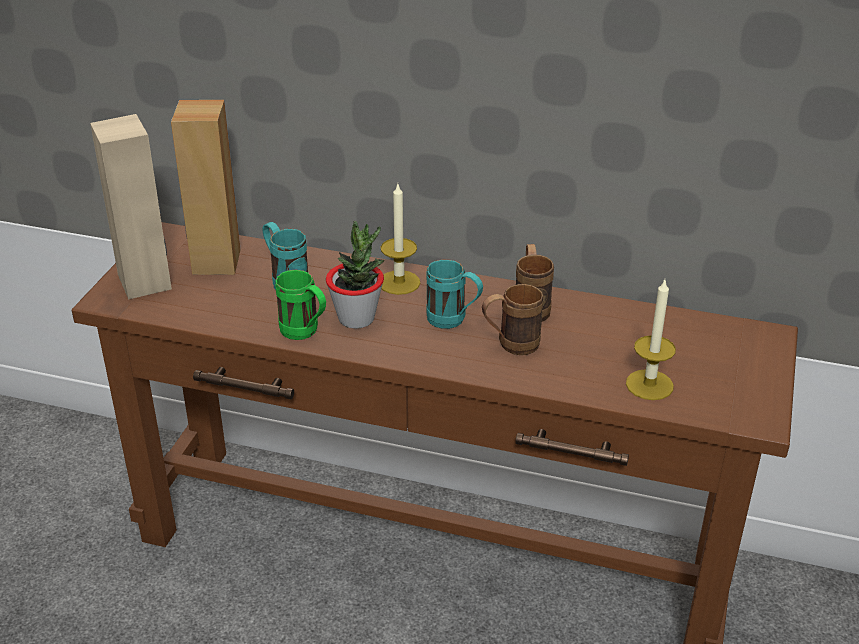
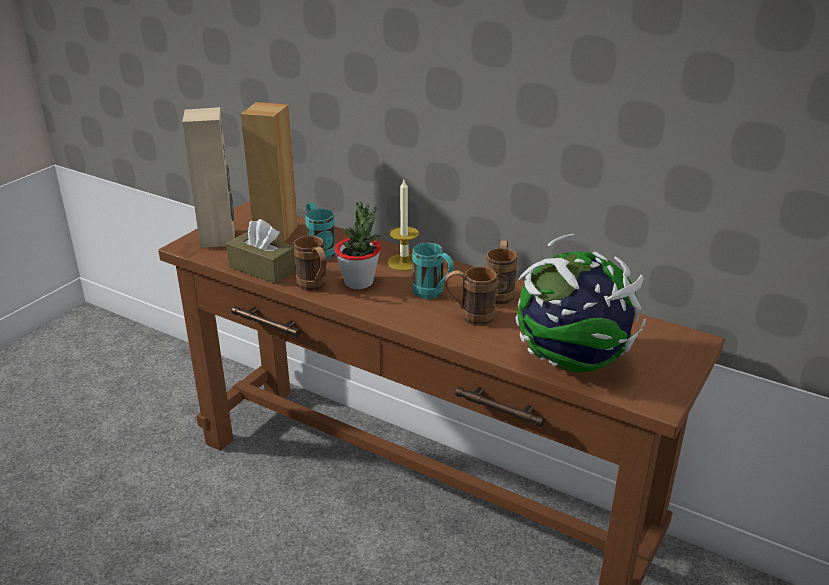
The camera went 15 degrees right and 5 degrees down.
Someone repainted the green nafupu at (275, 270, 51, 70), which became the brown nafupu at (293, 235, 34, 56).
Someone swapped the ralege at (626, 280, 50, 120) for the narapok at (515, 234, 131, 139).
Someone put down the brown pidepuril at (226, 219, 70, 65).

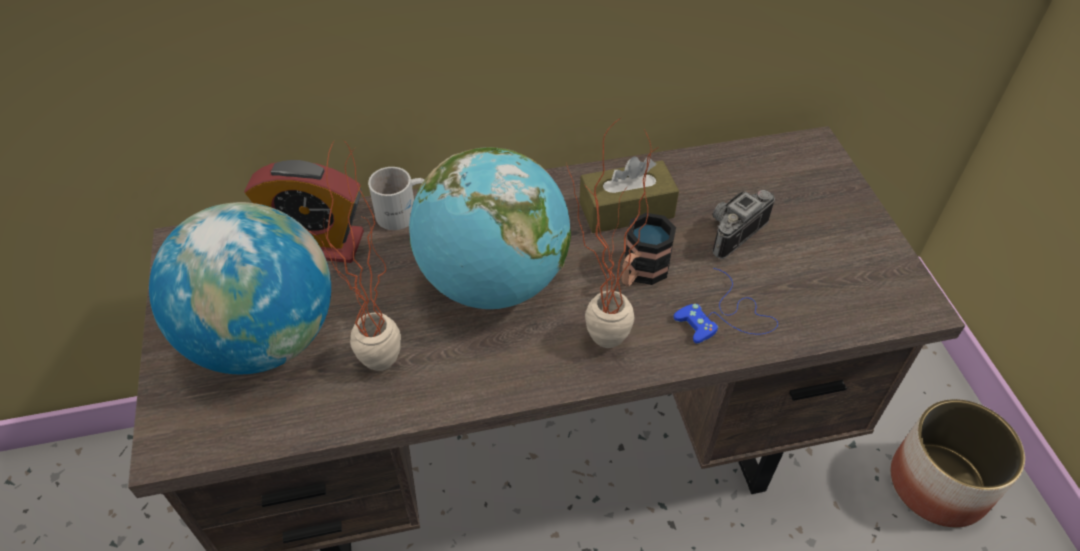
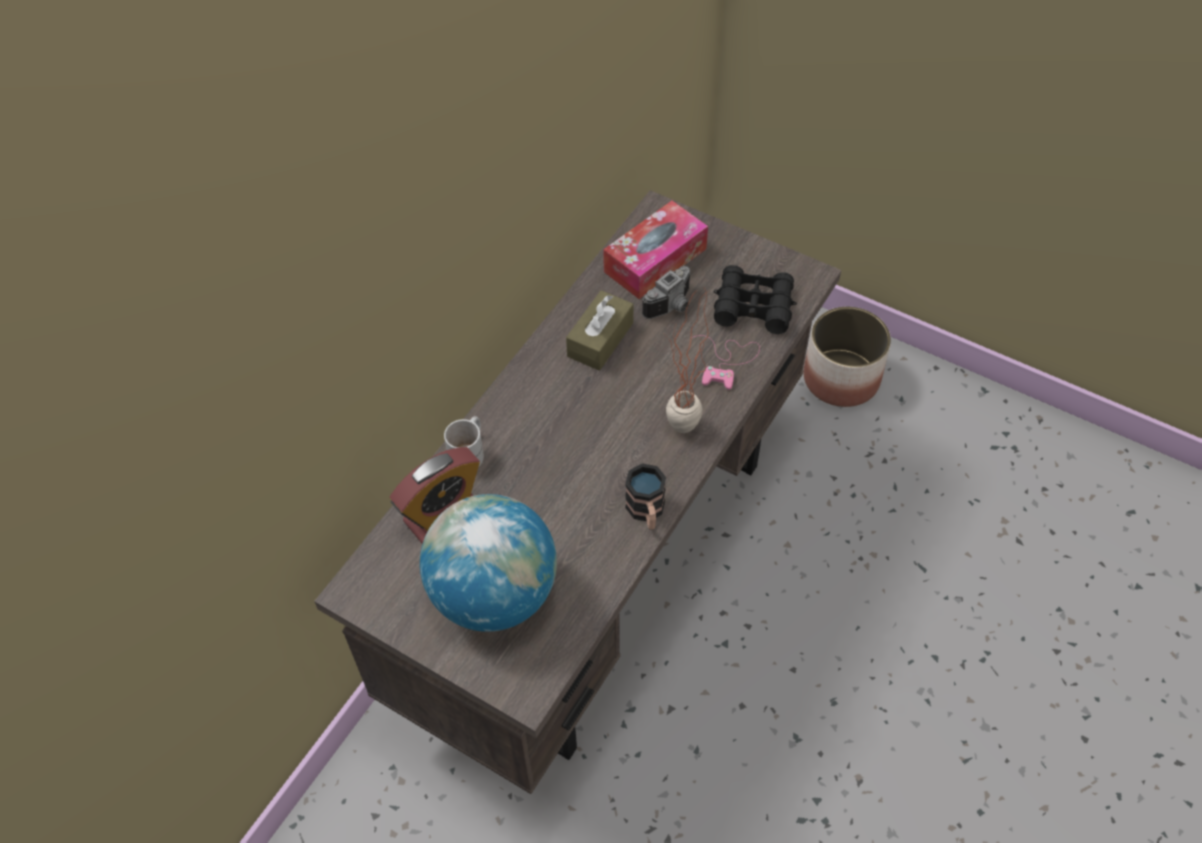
The camera went 45 degrees left and 5 degrees up.
Someone took away the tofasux at (305, 140, 96, 231).
Someone took away the narapok at (409, 147, 162, 162).
Someone rotated the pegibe at (713, 190, 62, 69) by 135 degrees counterclockwise.
Someone carried the nafupu from (622, 213, 54, 74) to (625, 463, 41, 67).
Someone repainted the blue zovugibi at (674, 268, 104, 76), which became the pink zovugibi at (692, 335, 68, 55).
Someone put down the pidepuril at (603, 201, 105, 98).
Someone put down the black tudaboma at (714, 265, 83, 69).

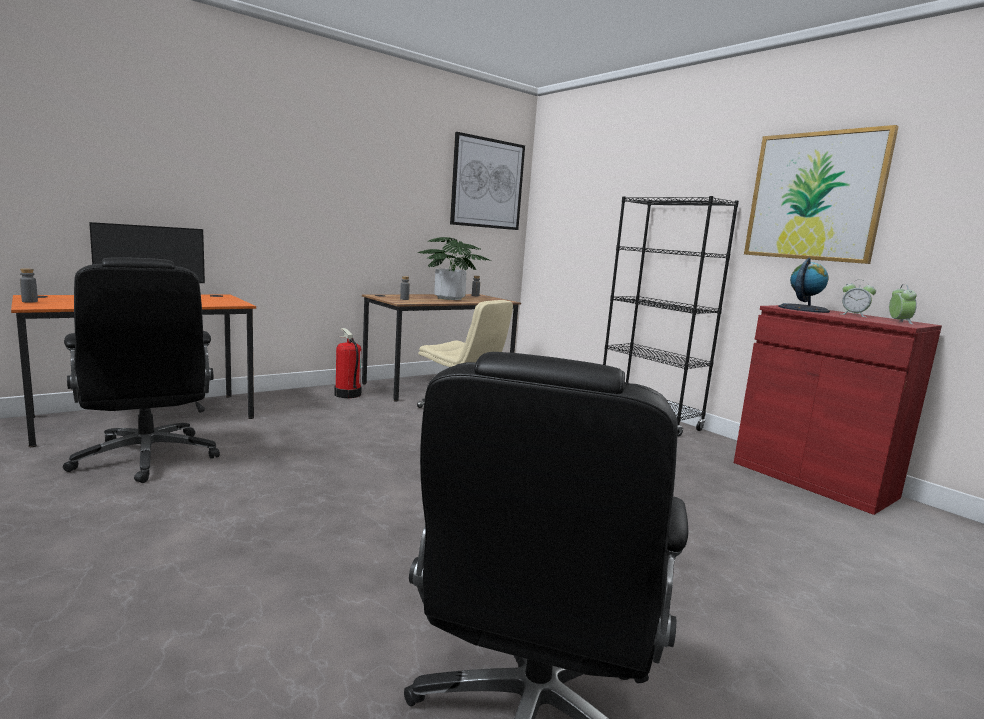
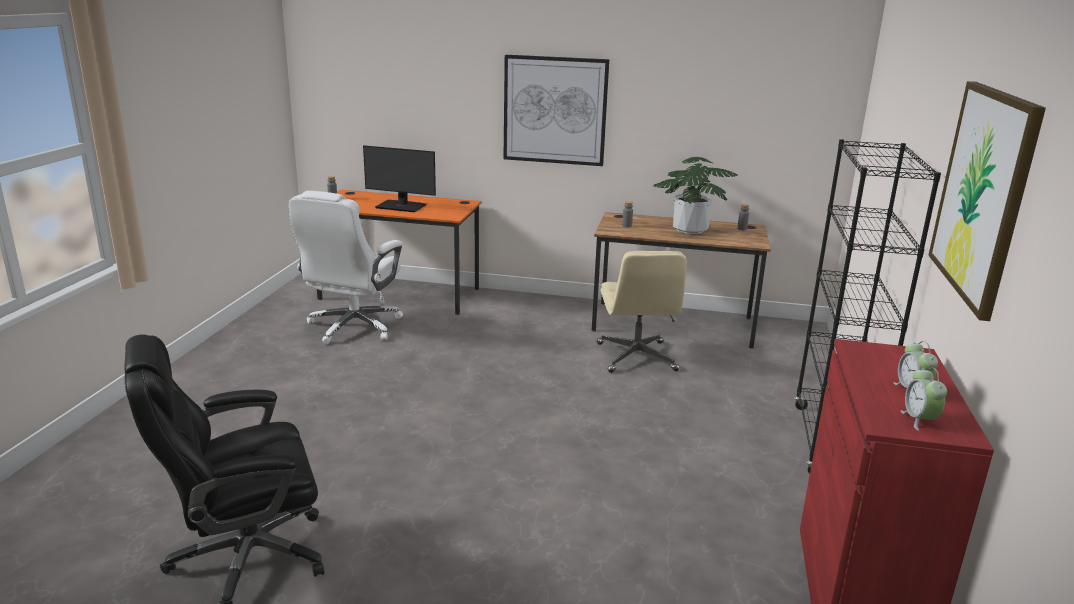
The camera went 50 degrees right and 10 degrees up.
Someone carried the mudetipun from (450, 132, 75, 98) to (504, 55, 105, 111).
Someone repainted the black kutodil at (63, 257, 157, 226), which became the white kutodil at (289, 191, 114, 153).
Someone took away the narapok at (778, 258, 52, 55).
Someone rotated the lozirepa at (889, 284, 28, 40) by 120 degrees clockwise.
Someone took away the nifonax at (334, 328, 28, 70).

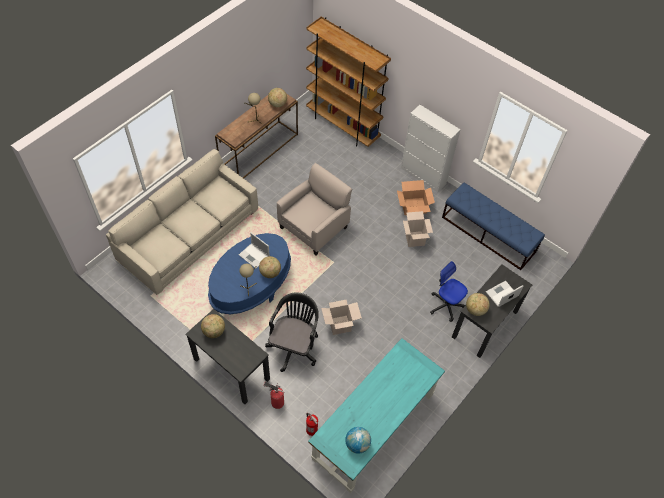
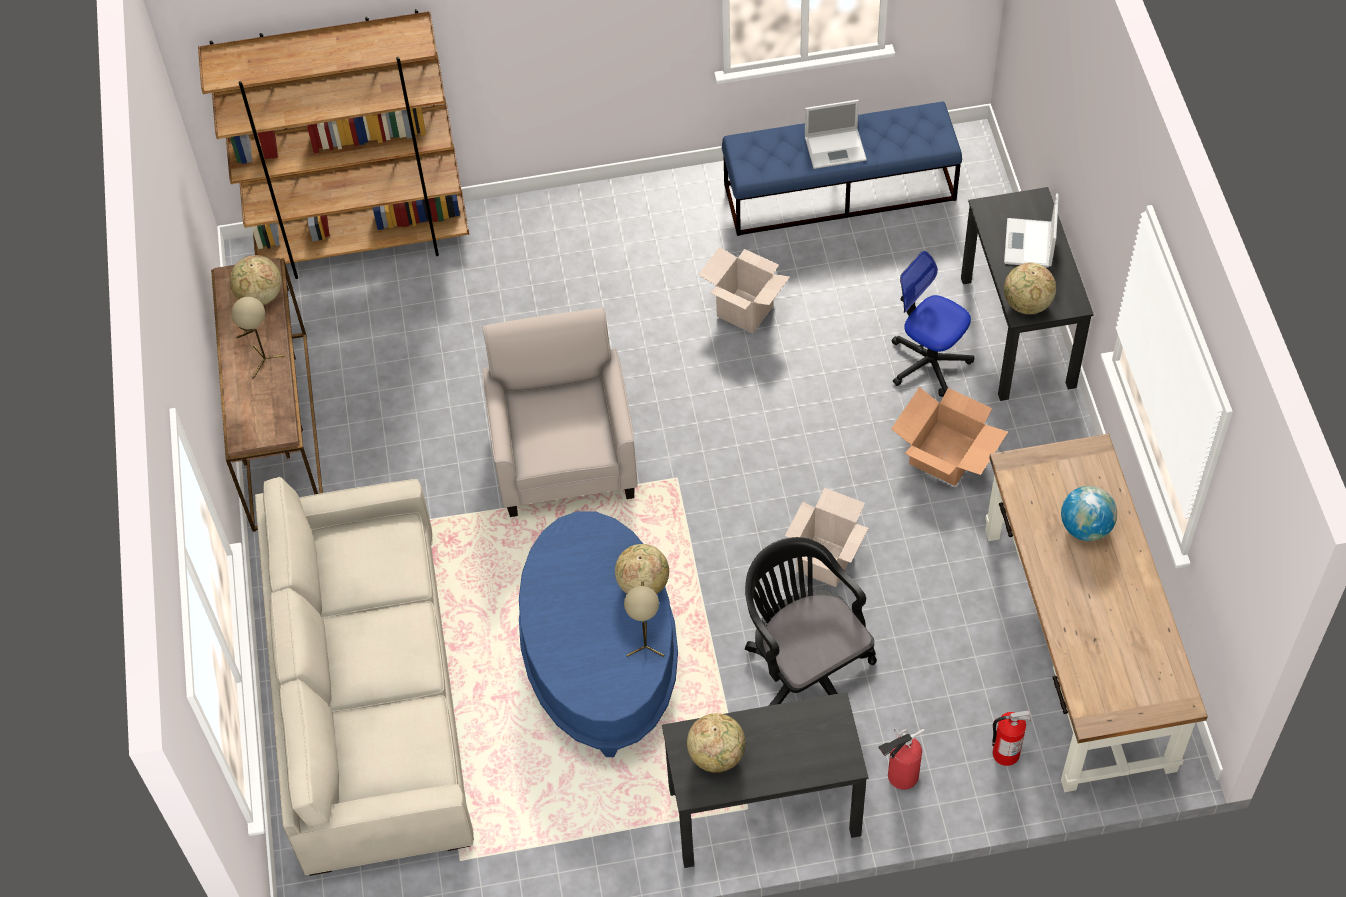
The camera went 45 degrees left and 0 degrees up.
Someone took away the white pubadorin at (401, 105, 60, 87).
Someone carried the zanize from (397, 180, 38, 35) to (891, 387, 117, 99).
Someone carried the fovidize from (239, 232, 31, 37) to (805, 100, 62, 69).
Someone rotated the kutodil at (430, 261, 38, 61) by 45 degrees clockwise.
Someone repainted the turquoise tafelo at (308, 338, 137, 155), which became the brown tafelo at (985, 434, 223, 358).
Someone carried the narapok from (345, 427, 26, 27) to (1061, 486, 56, 55).

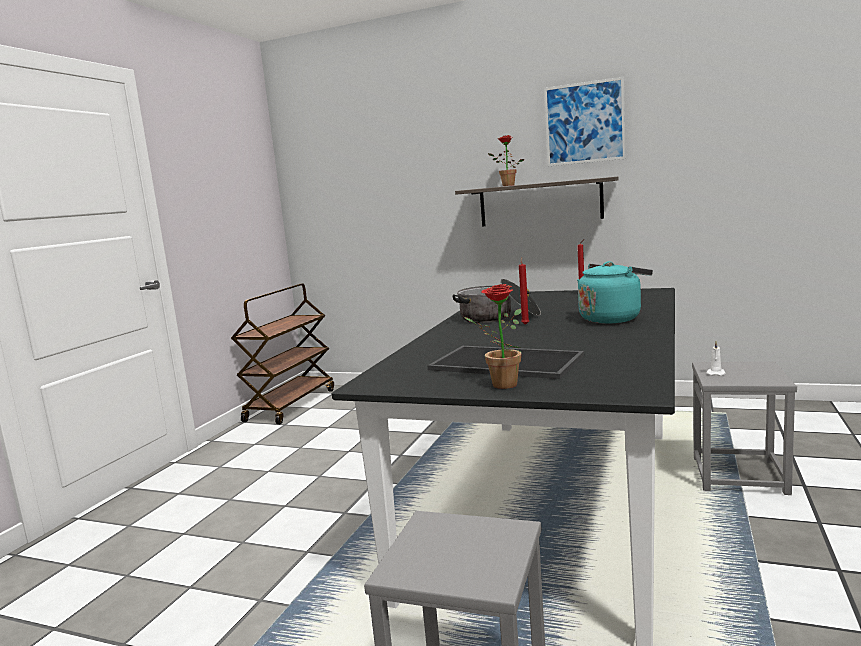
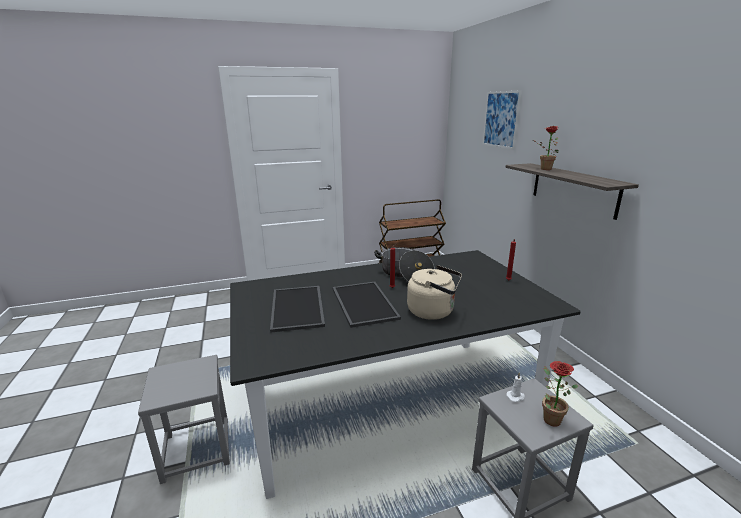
The camera went 50 degrees right and 10 degrees up.
Someone carried the mudetipun from (544, 77, 82, 89) to (483, 90, 39, 59).
Someone repainted the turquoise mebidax at (577, 261, 76, 63), which became the beige mebidax at (407, 265, 55, 55).
Someone carried the tofasux from (464, 284, 58, 105) to (542, 361, 36, 66).
Someone put down the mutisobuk at (332, 282, 69, 46).

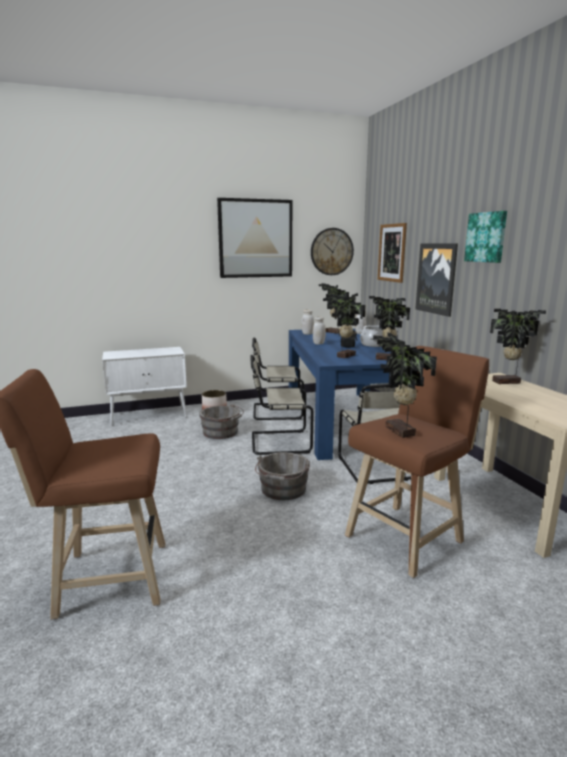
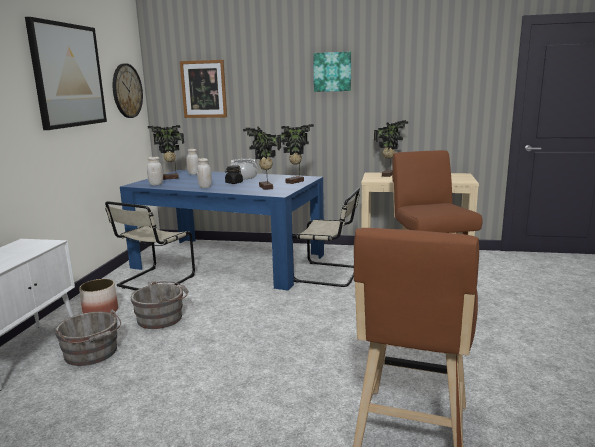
The camera went 60 degrees left and 0 degrees up.
Someone took away the mudetipun at (415, 243, 43, 74).
Someone took away the tofasux at (373, 333, 64, 105).
Someone took away the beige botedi at (250, 355, 64, 100).
Someone carried the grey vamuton from (255, 452, 55, 48) to (55, 310, 66, 56).

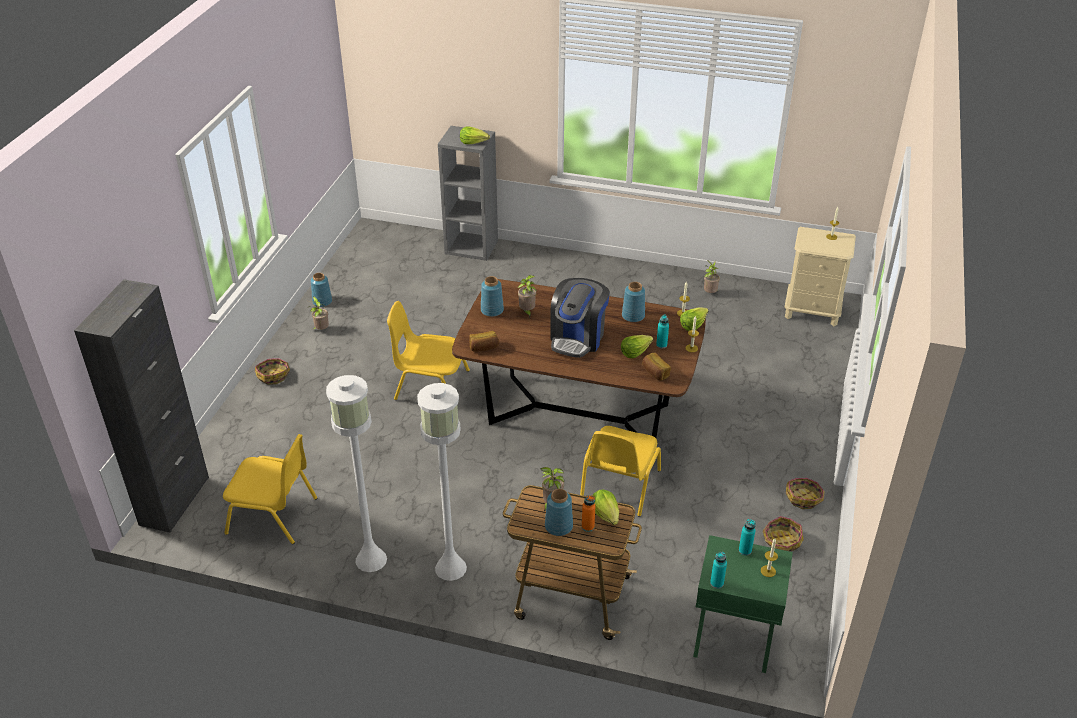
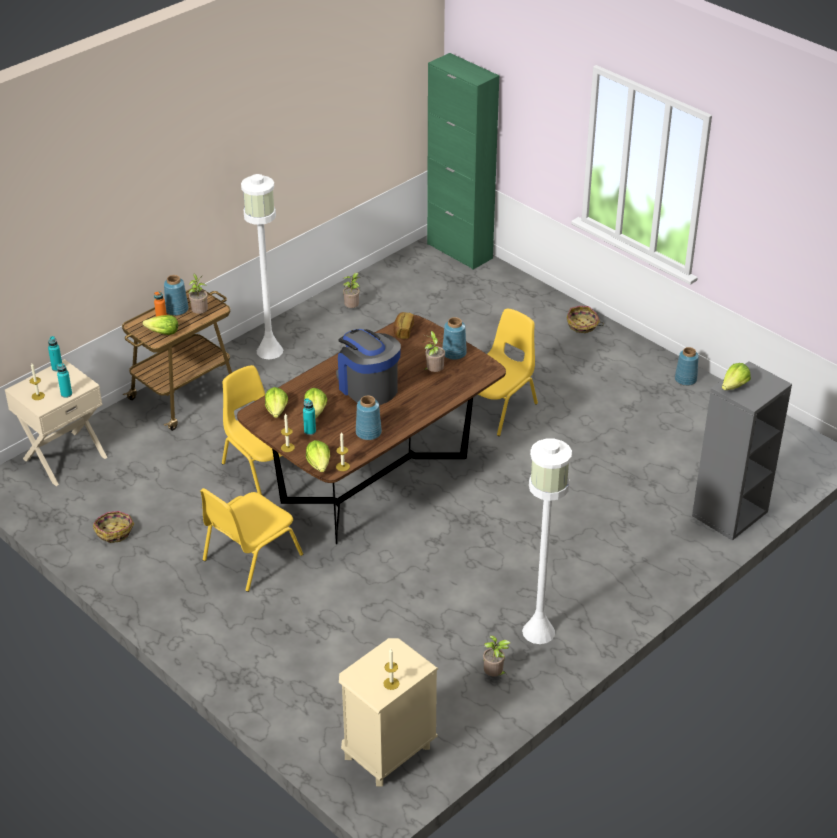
The camera went 120 degrees right and 0 degrees up.
Someone repainted the black pubadorin at (74, 279, 135, 254), which became the green pubadorin at (427, 53, 72, 217).
Someone carried the tofasux from (309, 297, 20, 33) to (343, 272, 17, 36).
Someone swapped the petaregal at (642, 353, 29, 28) for the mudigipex at (265, 387, 23, 31).
Someone carried the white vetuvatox from (326, 375, 61, 197) to (522, 439, 50, 205).
Someone carried the yellow botedi from (223, 434, 95, 110) to (200, 488, 103, 104).
Someone took away the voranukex at (786, 478, 39, 31).
Someone repainted the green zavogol at (693, 535, 100, 138), which became the beige zavogol at (5, 359, 103, 127).

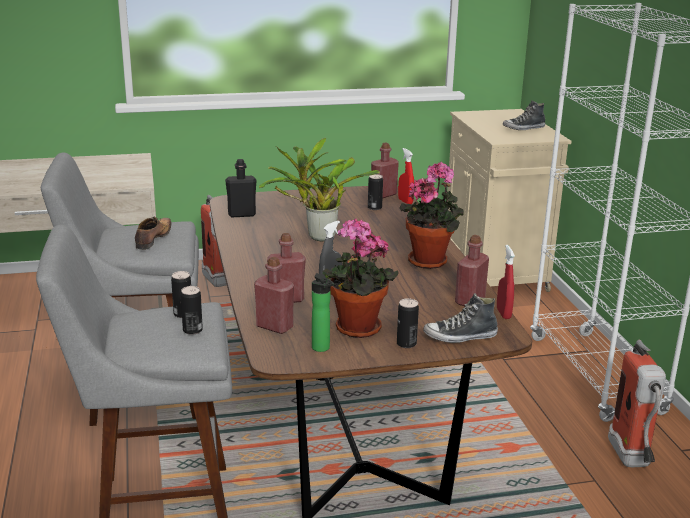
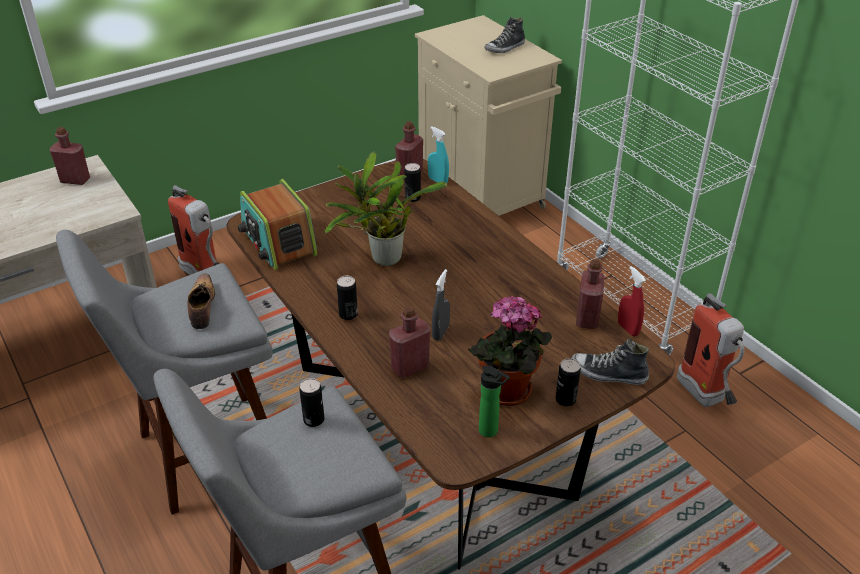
The camera went 20 degrees left and 15 degrees up.
Someone repainted the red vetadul at (398, 148, 16, 56), which became the turquoise vetadul at (428, 126, 21, 57).
Someone swapped the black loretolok at (225, 159, 31, 58) for the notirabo at (238, 179, 79, 91).
Someone took away the tofasux at (399, 162, 65, 107).
Someone carried the red loretolok from (254, 257, 40, 77) to (50, 127, 40, 58).
Someone carried the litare from (181, 286, 22, 49) to (337, 276, 21, 44).
Someone rotated the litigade at (423, 293, 75, 50) by 45 degrees clockwise.

